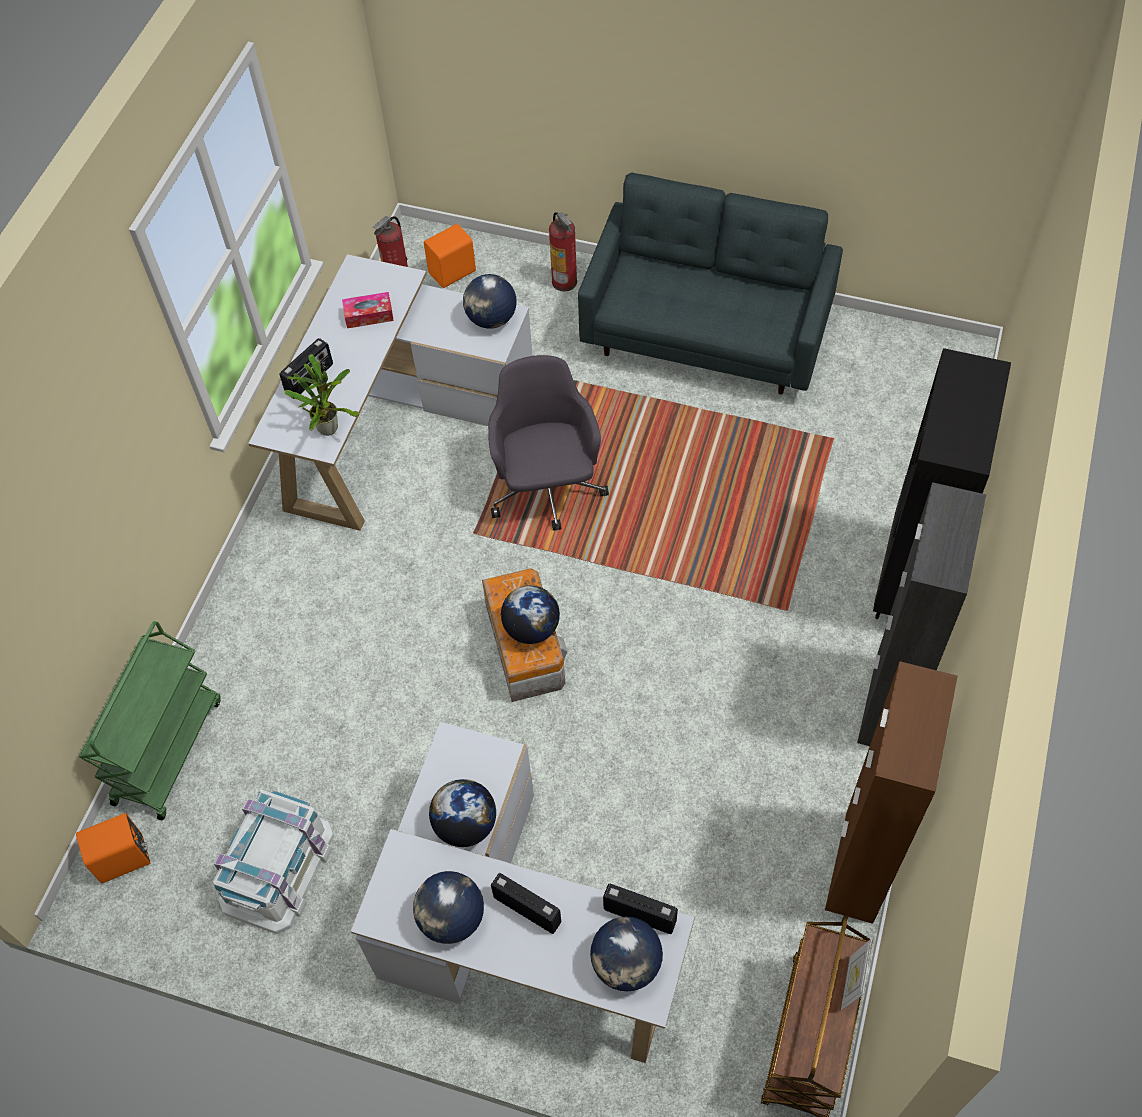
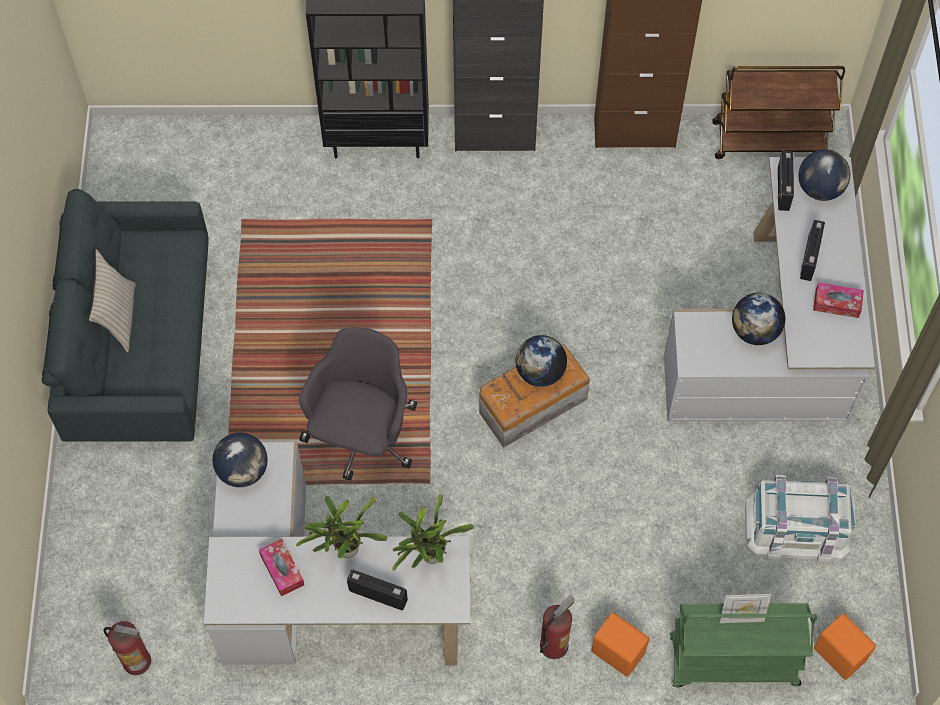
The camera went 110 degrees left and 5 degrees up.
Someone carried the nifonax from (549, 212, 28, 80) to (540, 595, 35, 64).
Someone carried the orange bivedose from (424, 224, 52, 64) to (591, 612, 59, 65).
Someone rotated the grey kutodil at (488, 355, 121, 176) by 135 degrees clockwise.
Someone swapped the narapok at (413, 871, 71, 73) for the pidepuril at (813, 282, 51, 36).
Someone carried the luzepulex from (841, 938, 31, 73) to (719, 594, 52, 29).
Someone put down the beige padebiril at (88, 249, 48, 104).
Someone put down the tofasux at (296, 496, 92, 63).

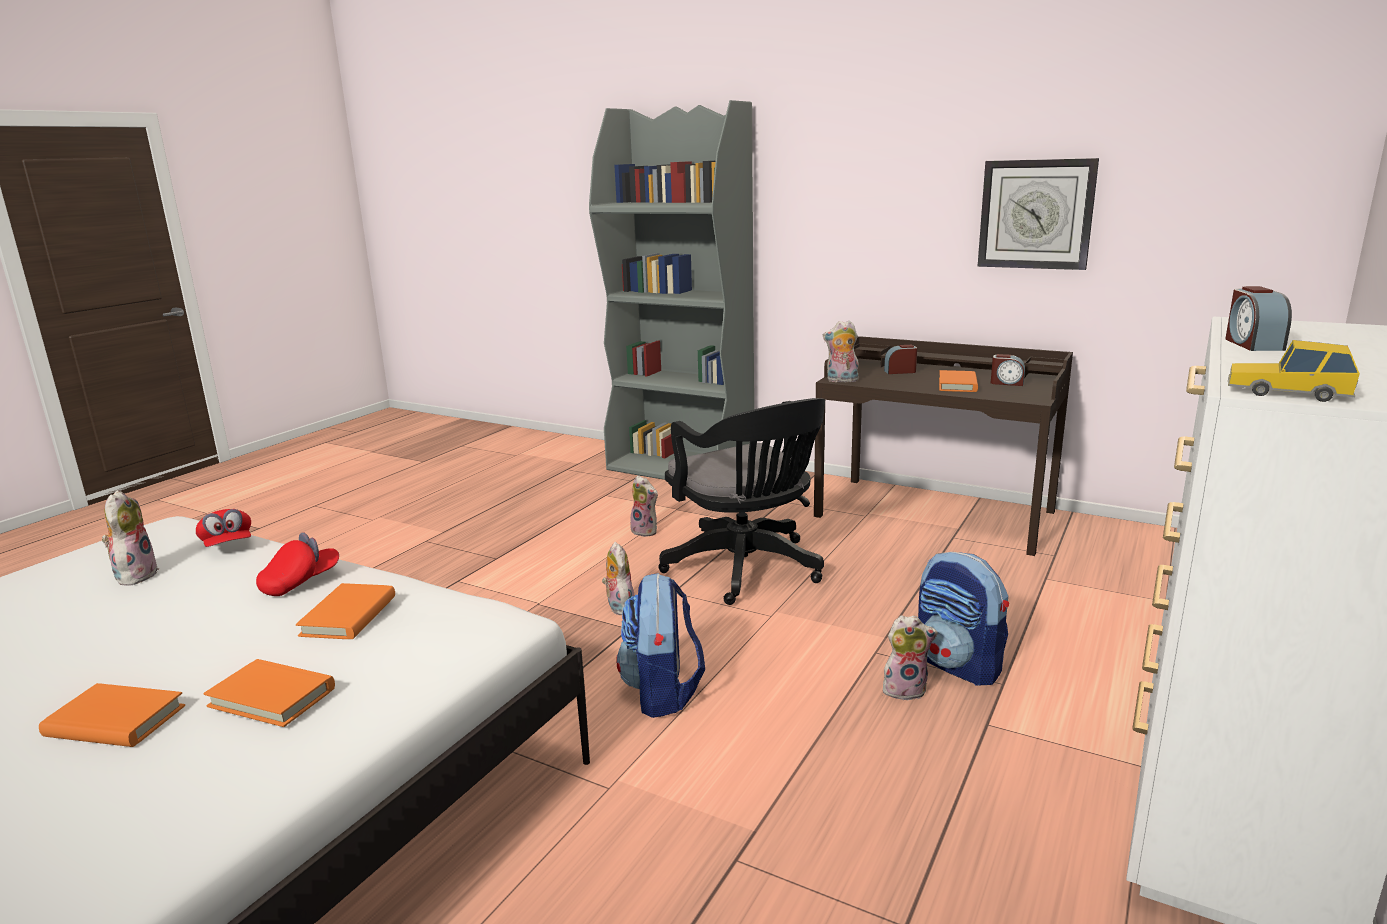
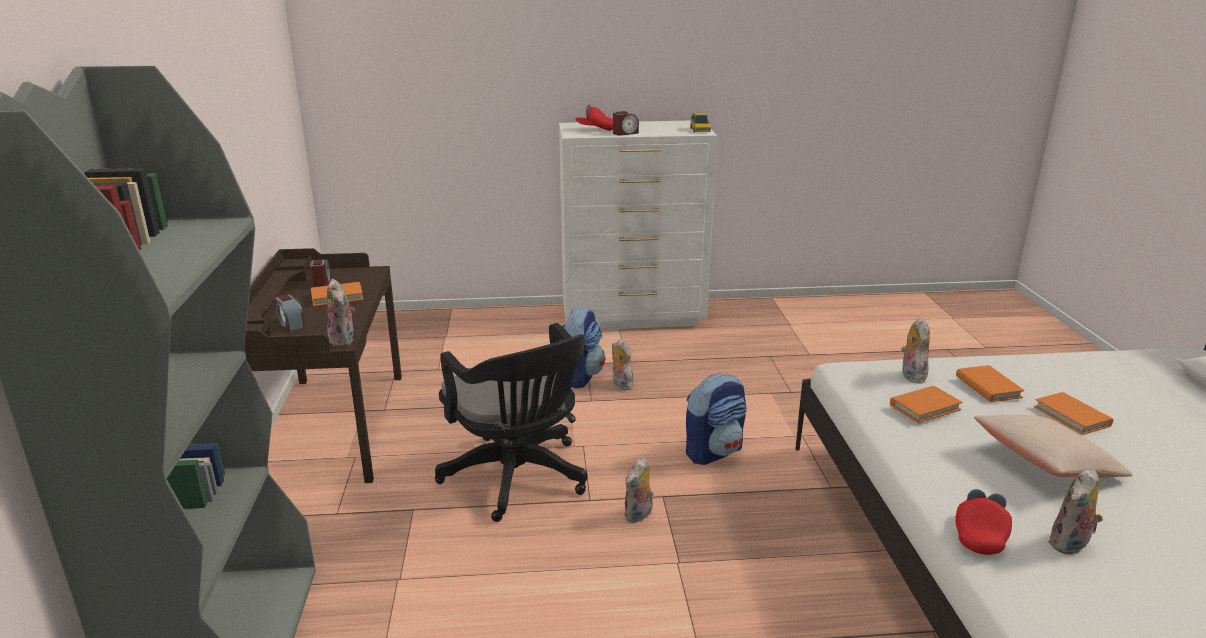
The camera went 125 degrees left and 5 degrees up.
Someone took away the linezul at (978, 158, 121, 112).
Someone rotated the black kutodil at (658, 398, 167, 207) by 120 degrees clockwise.
Someone carried the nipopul from (630, 475, 28, 62) to (901, 317, 29, 67).
Someone carried the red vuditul from (256, 532, 83, 64) to (575, 105, 38, 26).
Someone put down the beige padebiril at (974, 415, 159, 63).

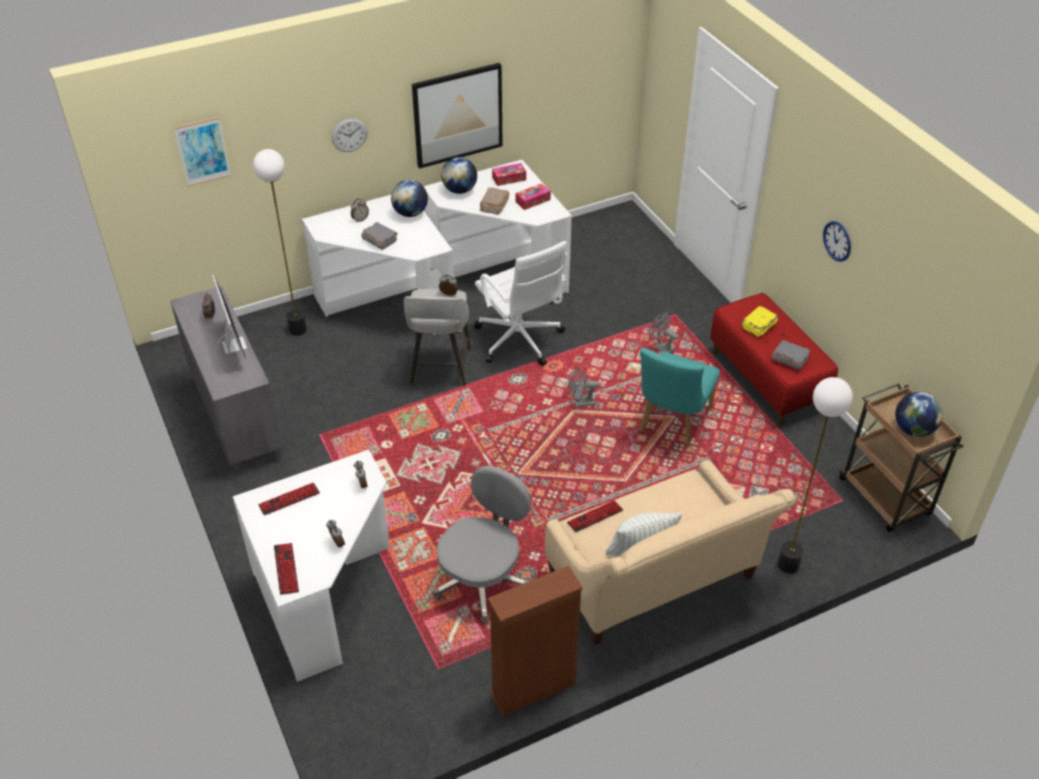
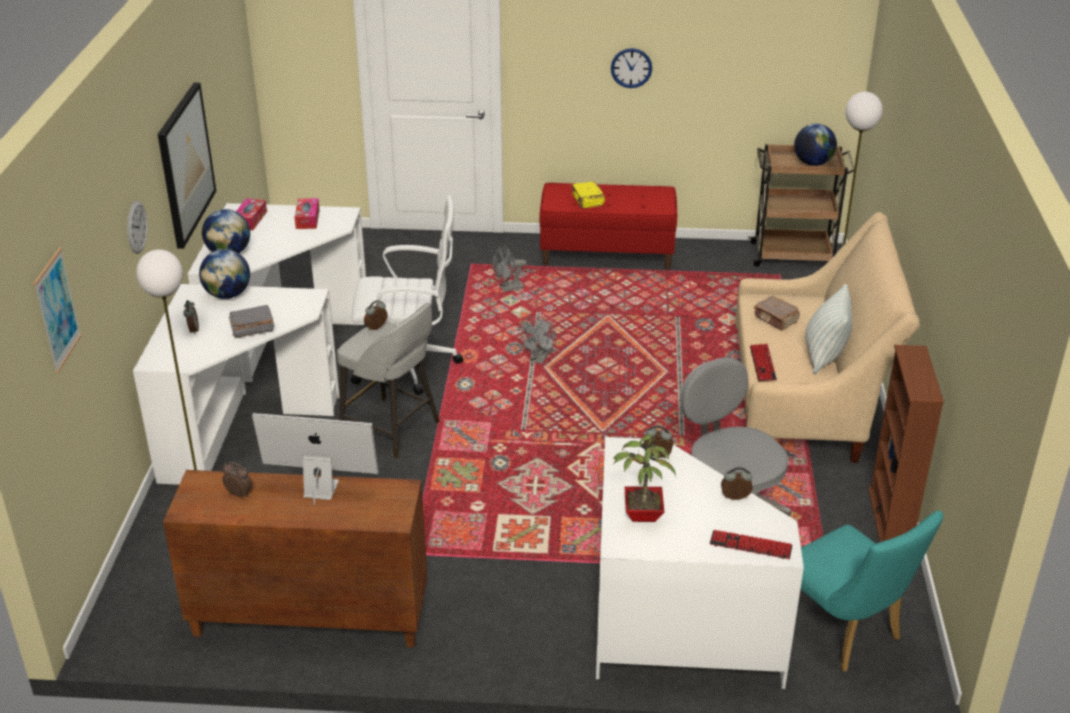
The camera went 60 degrees left and 10 degrees down.
Someone carried the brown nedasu from (480, 188, 29, 27) to (754, 296, 46, 34).
Someone repainted the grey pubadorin at (170, 286, 113, 189), which became the brown pubadorin at (163, 470, 264, 178).
Someone took away the grey nedasu at (772, 340, 39, 30).
Someone carried the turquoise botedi from (639, 348, 81, 99) to (801, 511, 143, 160).
Someone swapped the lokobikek at (258, 483, 62, 32) for the tofasux at (613, 423, 63, 99).

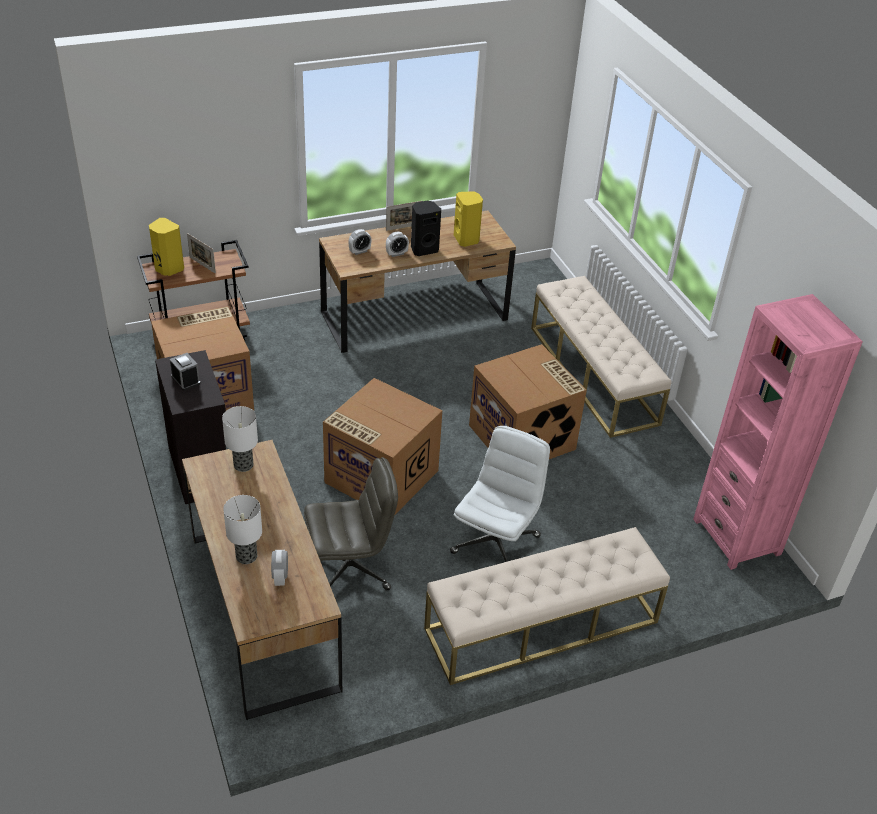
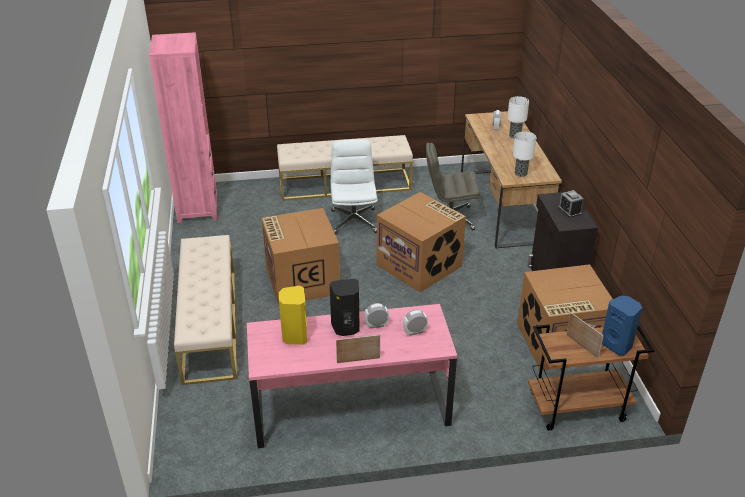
The camera went 165 degrees left and 5 degrees down.
Someone repainted the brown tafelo at (319, 211, 197, 142), which became the pink tafelo at (247, 304, 210, 144).
Someone repainted the yellow bivedose at (149, 218, 35, 58), which became the blue bivedose at (602, 295, 40, 61).
Someone rotated the white kutodil at (450, 426, 100, 136) by 135 degrees clockwise.

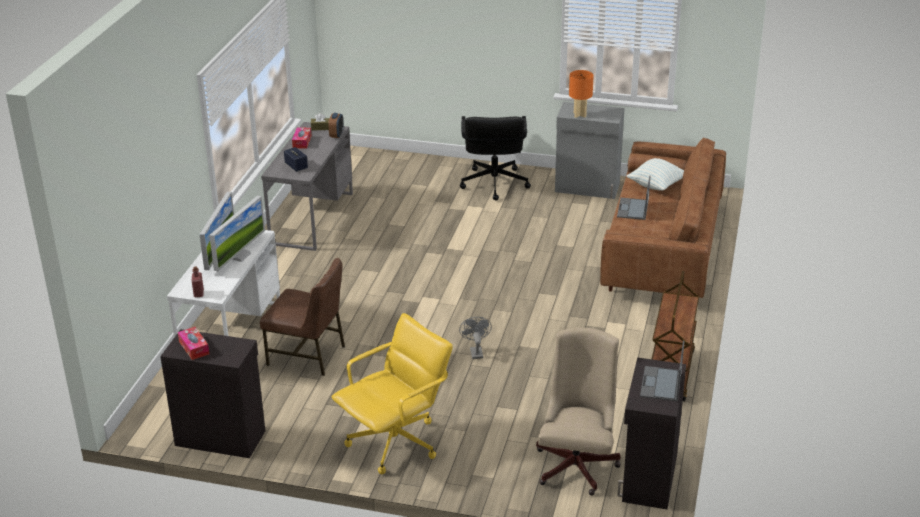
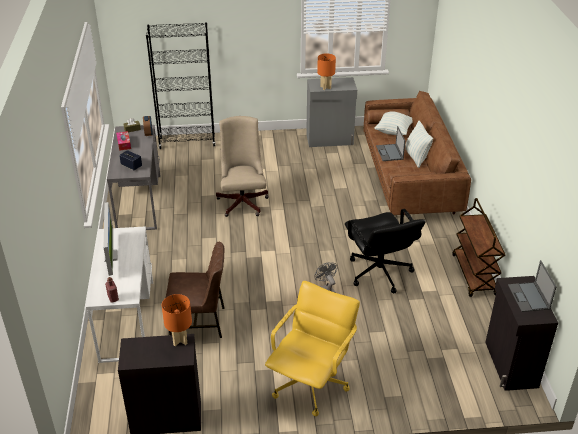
The camera went 20 degrees left and 5 degrees up.
Someone carried the black kutodil from (460, 116, 71, 84) to (345, 209, 81, 85).
Someone took away the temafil at (209, 196, 56, 75).
Someone took away the pidepuril at (178, 327, 31, 33).
Someone carried the beige kutodil from (536, 328, 85, 168) to (216, 116, 53, 101).
Someone put down the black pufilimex at (146, 22, 70, 127).
Someone put down the padebiril at (405, 121, 28, 47).
Someone put down the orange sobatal at (162, 294, 30, 52).

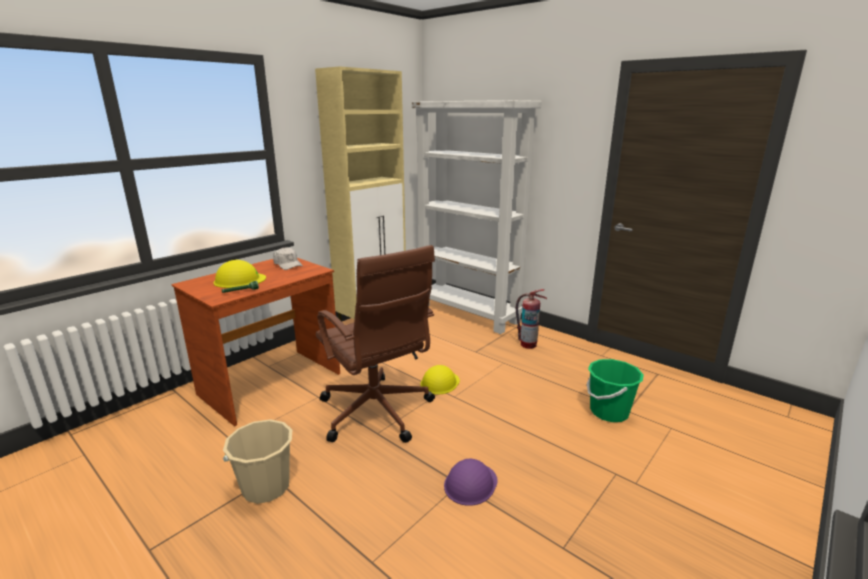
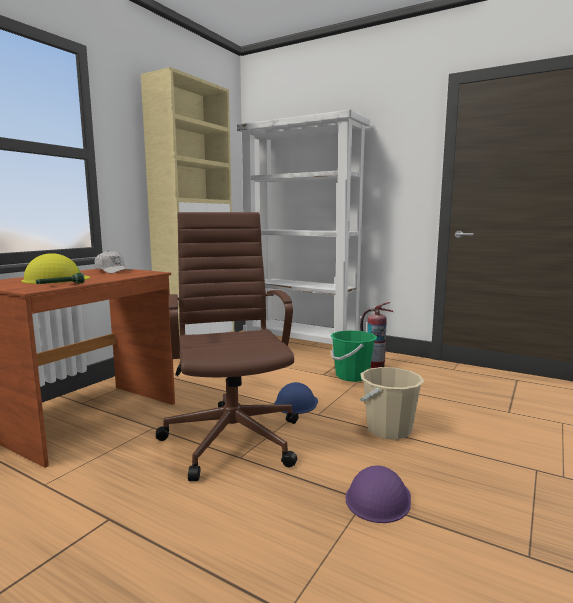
The camera went 10 degrees left and 10 degrees down.
Someone rotated the brown kutodil at (316, 245, 119, 198) by 150 degrees counterclockwise.
Someone carried the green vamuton from (587, 359, 57, 63) to (331, 330, 46, 52).
Someone repainted the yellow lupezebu at (420, 365, 40, 29), which became the blue lupezebu at (274, 382, 44, 32).
Someone carried the beige vamuton from (223, 419, 69, 85) to (360, 367, 64, 73).

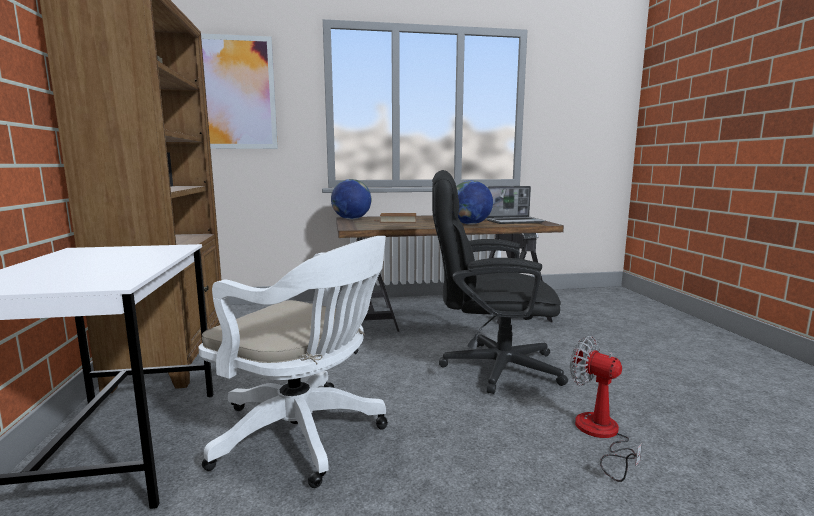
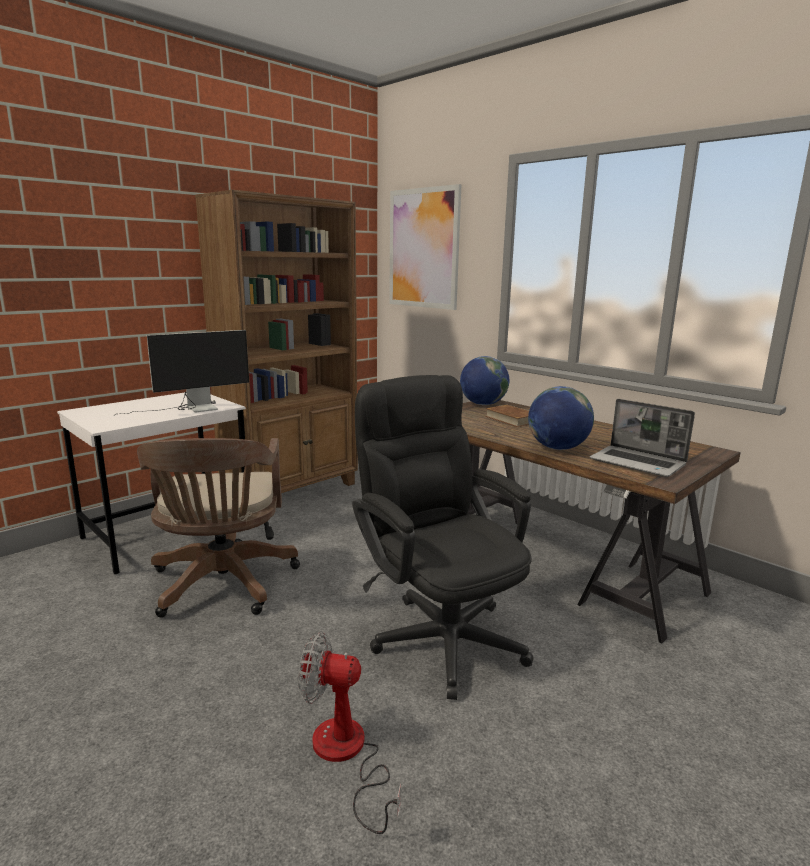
The camera went 55 degrees right and 5 degrees up.
Someone repainted the white kutodil at (198, 236, 190, 252), which became the brown kutodil at (137, 438, 163, 180).
Someone rotated the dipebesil at (570, 336, 72, 146) by 90 degrees counterclockwise.
Someone put down the temafil at (113, 330, 136, 86).

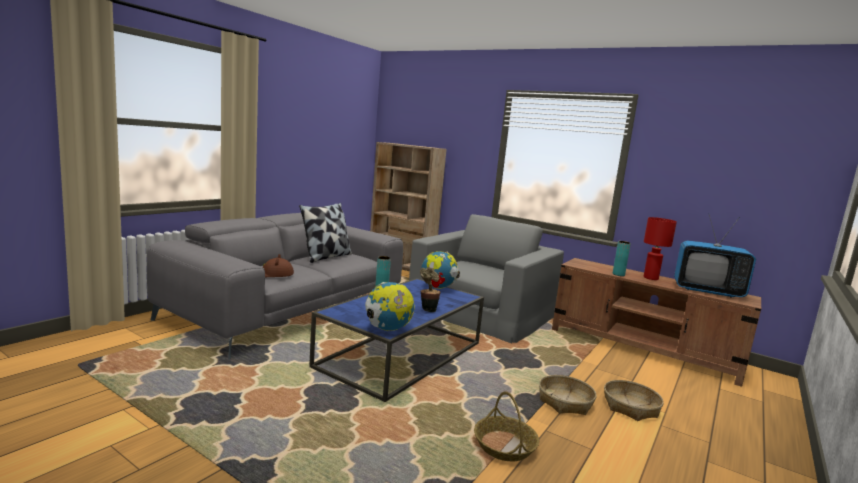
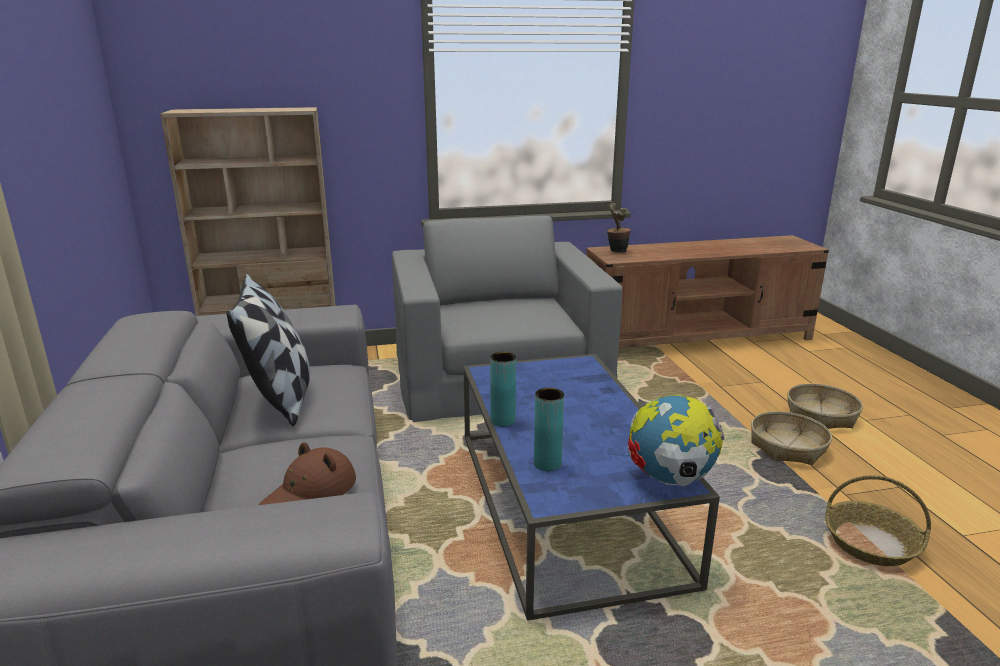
The camera went 45 degrees left and 10 degrees up.
Someone took away the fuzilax at (674, 213, 82, 85).
Someone took away the red sobatal at (643, 217, 34, 63).
Someone carried the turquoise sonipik from (612, 241, 19, 35) to (534, 388, 30, 83).
Someone took away the narapok at (421, 251, 39, 38).
Someone carried the tofasux from (420, 267, 21, 45) to (607, 203, 24, 50).

